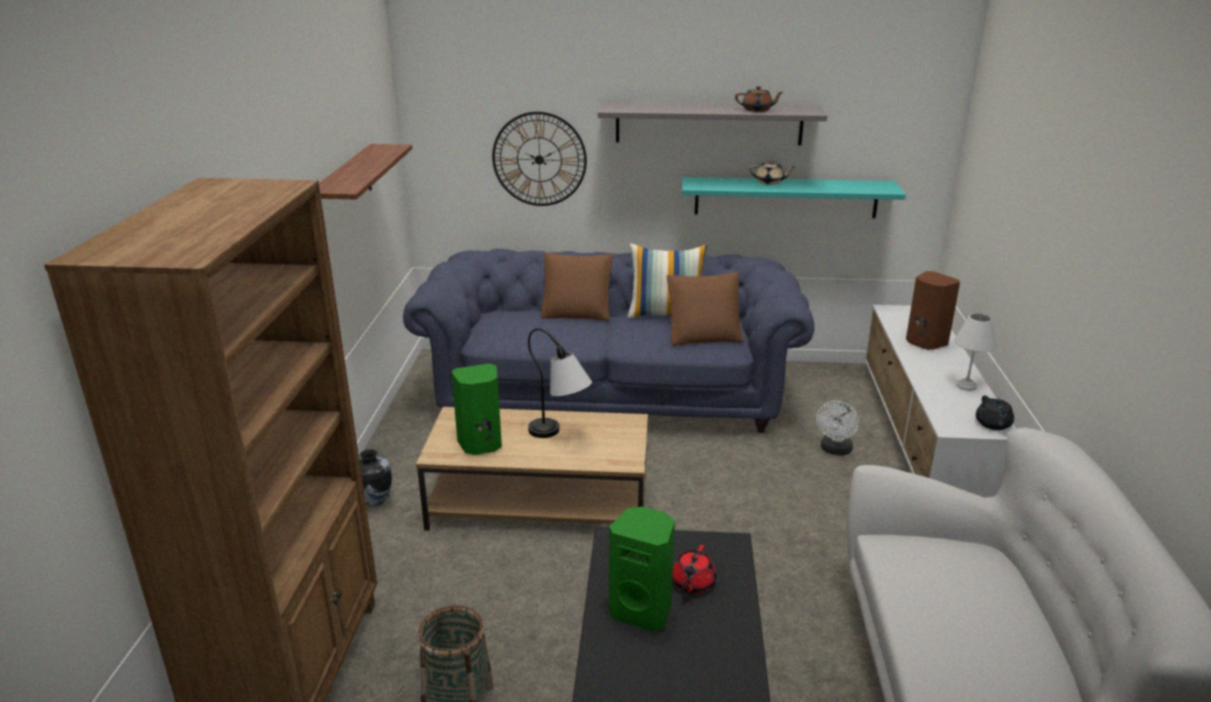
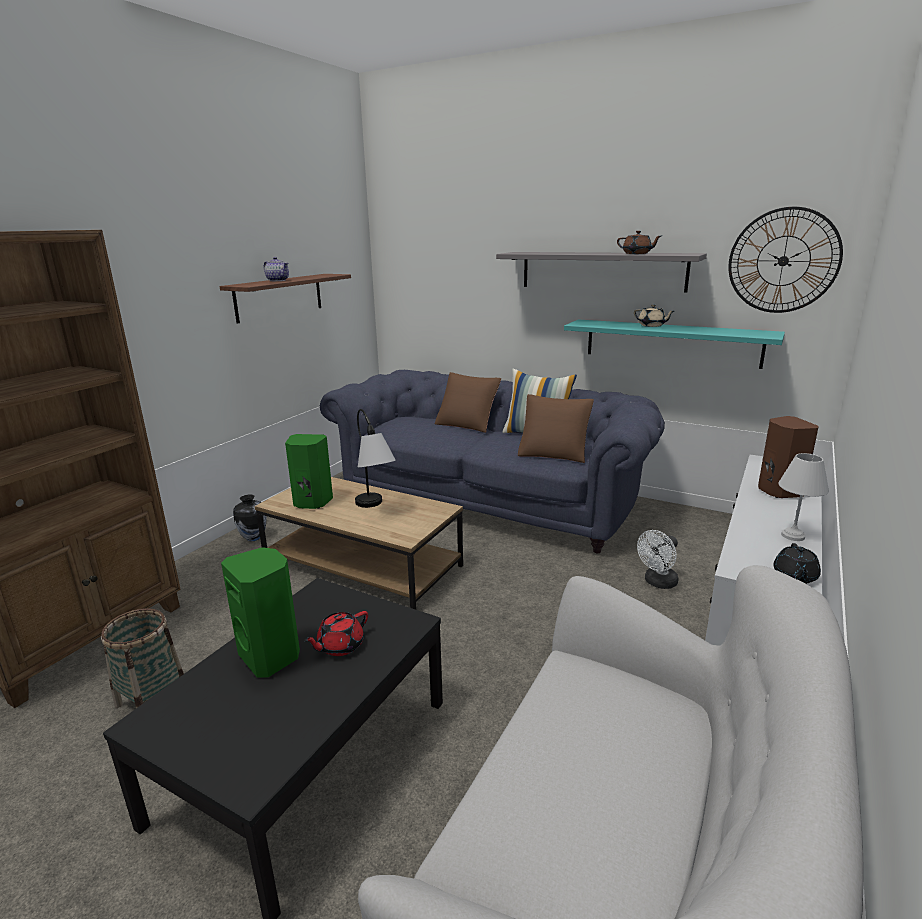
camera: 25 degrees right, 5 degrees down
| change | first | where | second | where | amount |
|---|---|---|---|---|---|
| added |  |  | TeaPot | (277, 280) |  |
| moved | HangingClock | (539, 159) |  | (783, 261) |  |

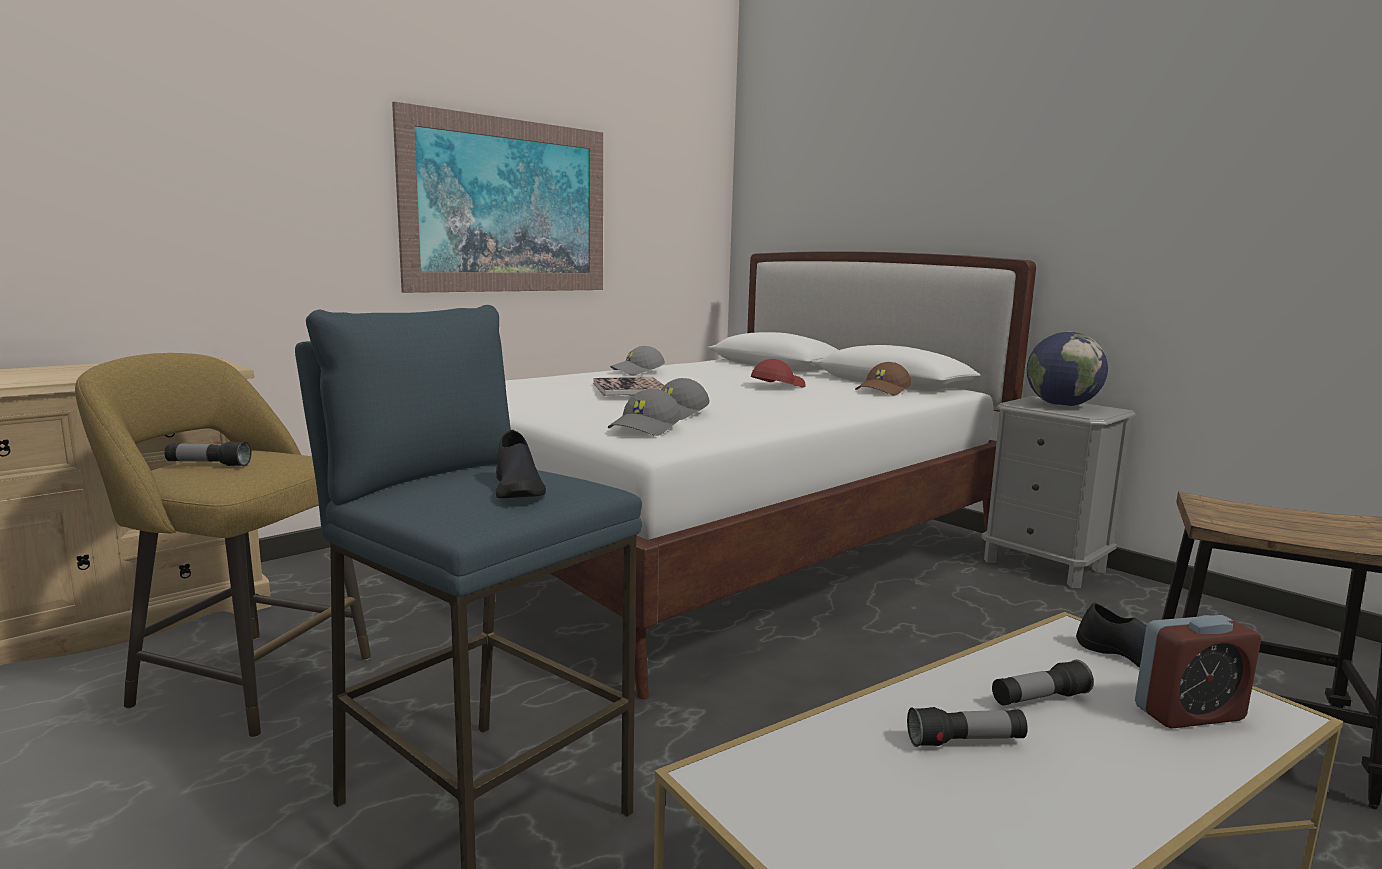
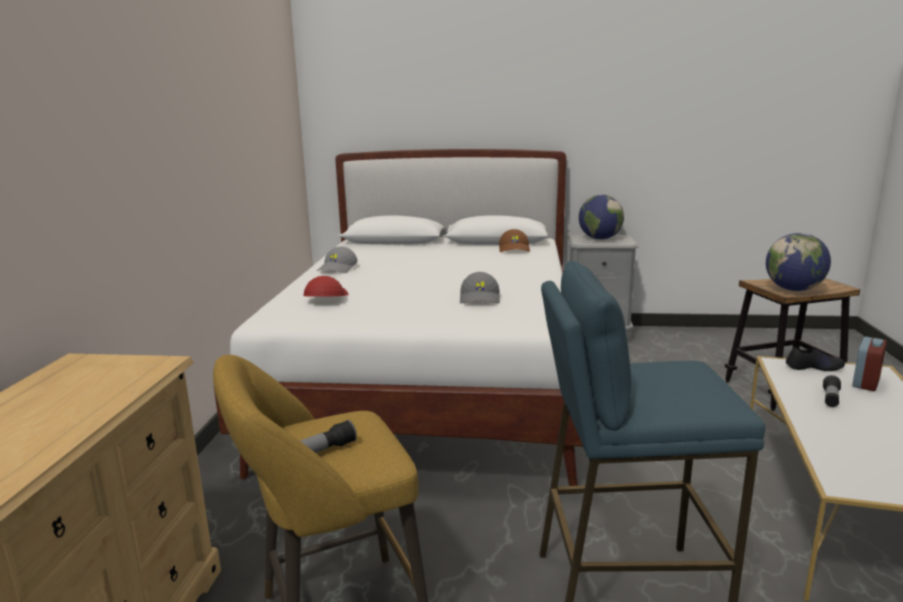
camera: 40 degrees left, 5 degrees up
| change | first | where | second | where | amount |
|---|---|---|---|---|---|
| moved | RedCap | (777, 386) |  | (325, 298) |  |
| added |  |  | WorldGlobe | (793, 289) |  |
| removed | WallArt | (508, 206) |  |  |  |
| removed | BlackShoe | (518, 488) |  |  |  |
| removed | Book | (630, 388) |  |  |  |
| removed | GrayCap | (646, 428) |  |  |  |
| removed | Flashlight | (965, 742) |  |  |  |

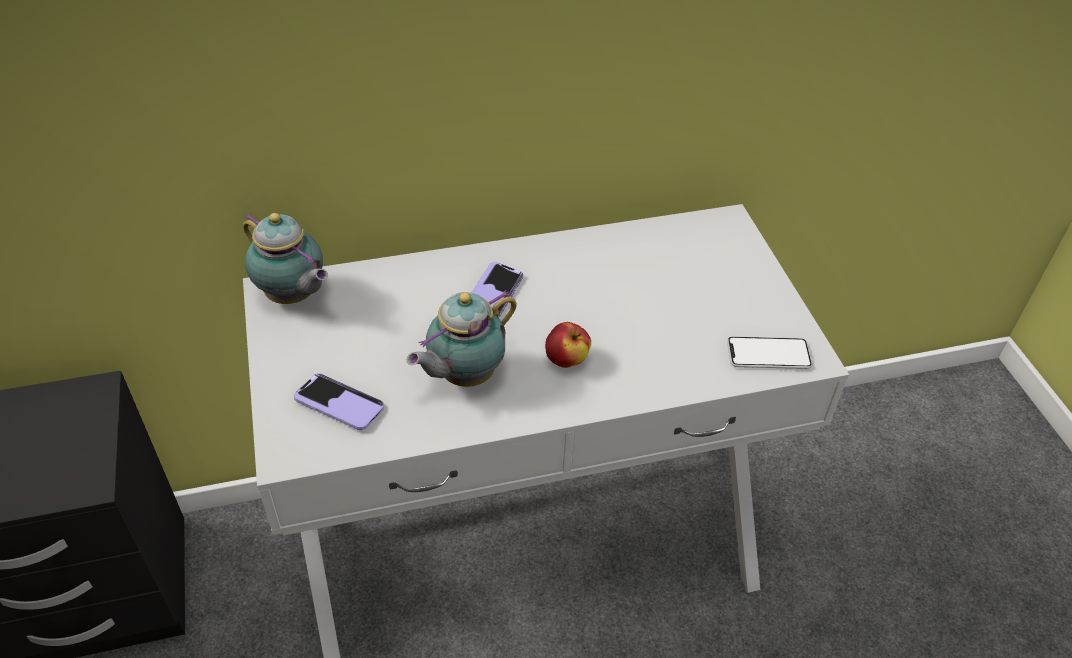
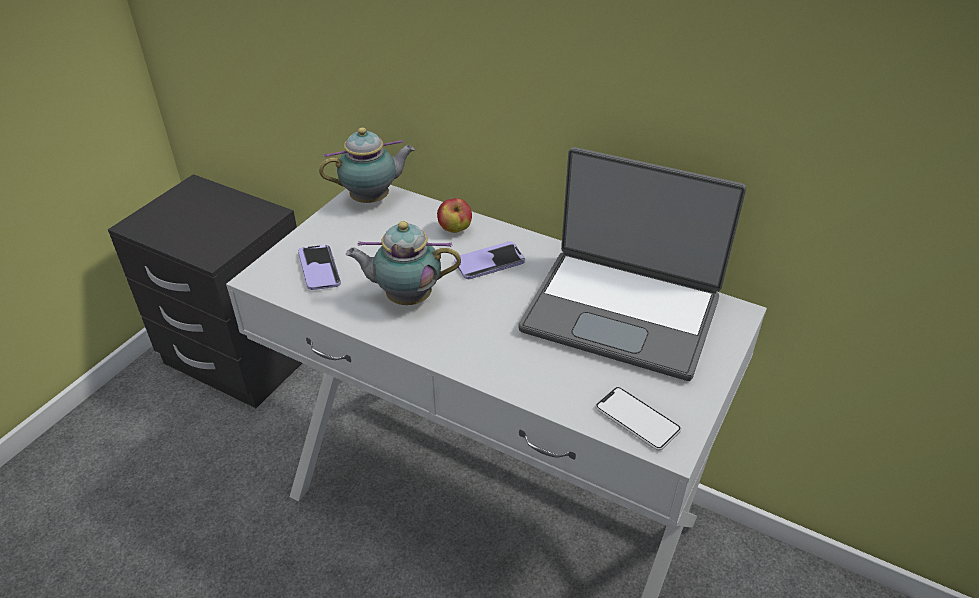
camera: 45 degrees right, 5 degrees down
| change | first | where | second | where | amount |
|---|---|---|---|---|---|
| turned | TeaPot | (293, 297) |  | (373, 199) | 105 degrees counterclockwise |
| moved | Apple | (567, 360) |  | (455, 229) |  |
| added |  |  | PortableComputer | (622, 312) |  |

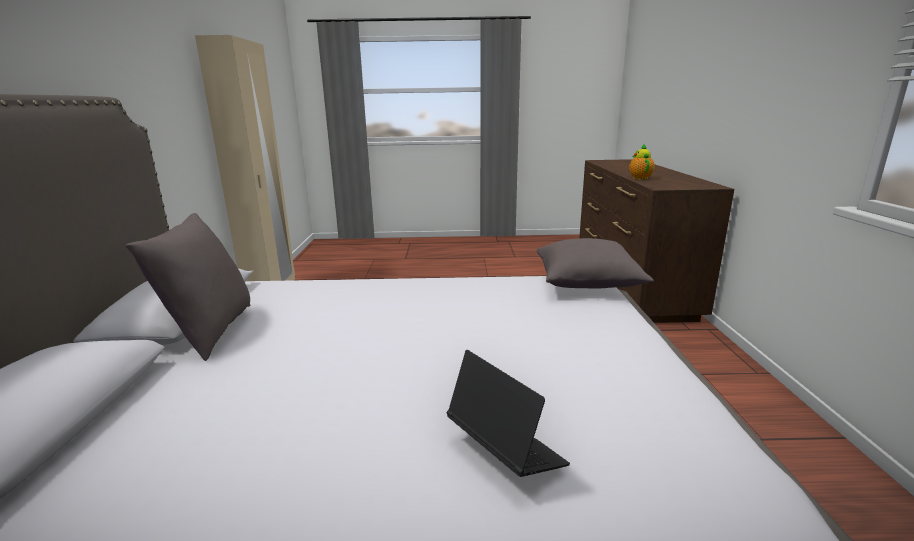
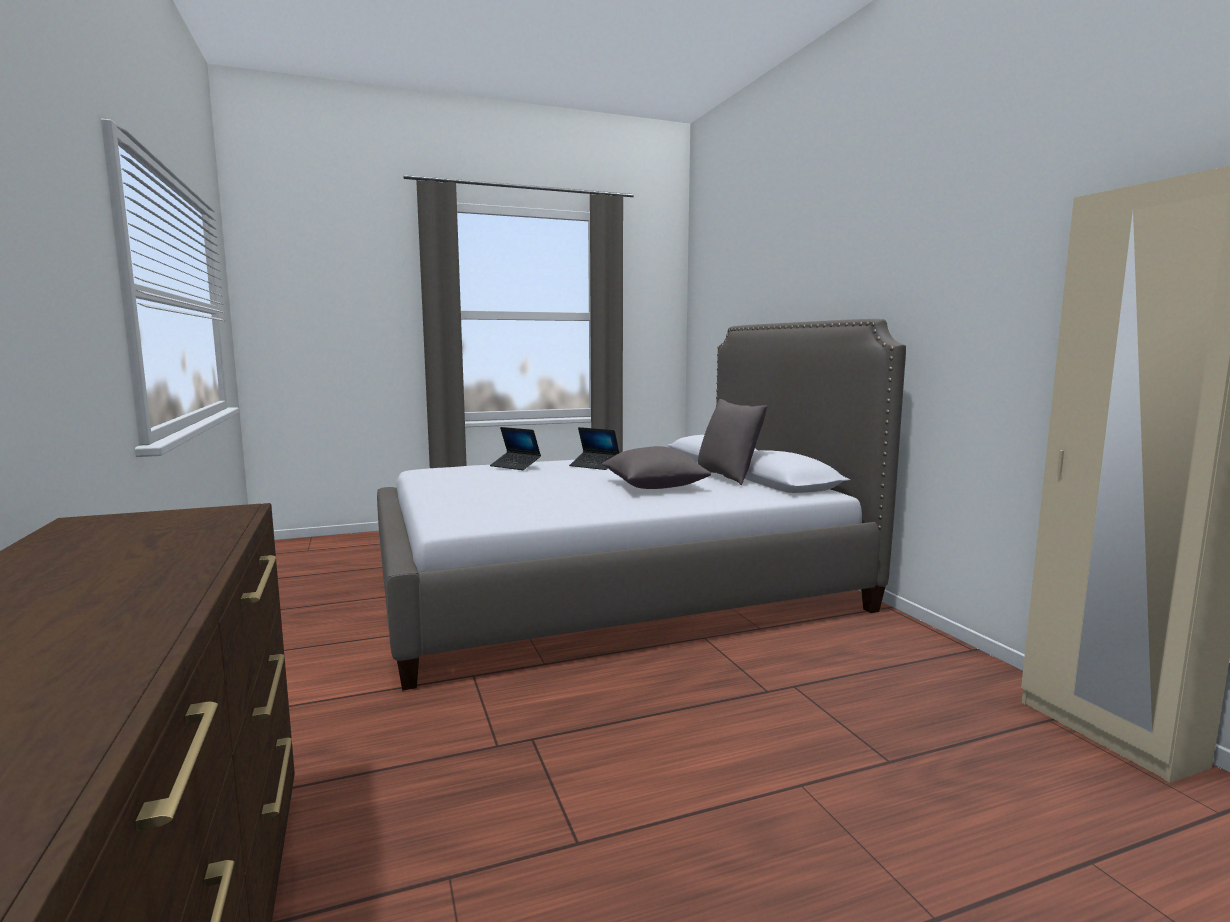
camera: 160 degrees right, 10 degrees down
| change | first | where | second | where | amount |
|---|---|---|---|---|---|
| added |  |  | PortableComputer | (594, 466) |  |
| moved | GrayThrowPillow | (587, 283) |  | (654, 487) |  |
| removed | TeaPot | (639, 178) |  |  |  |

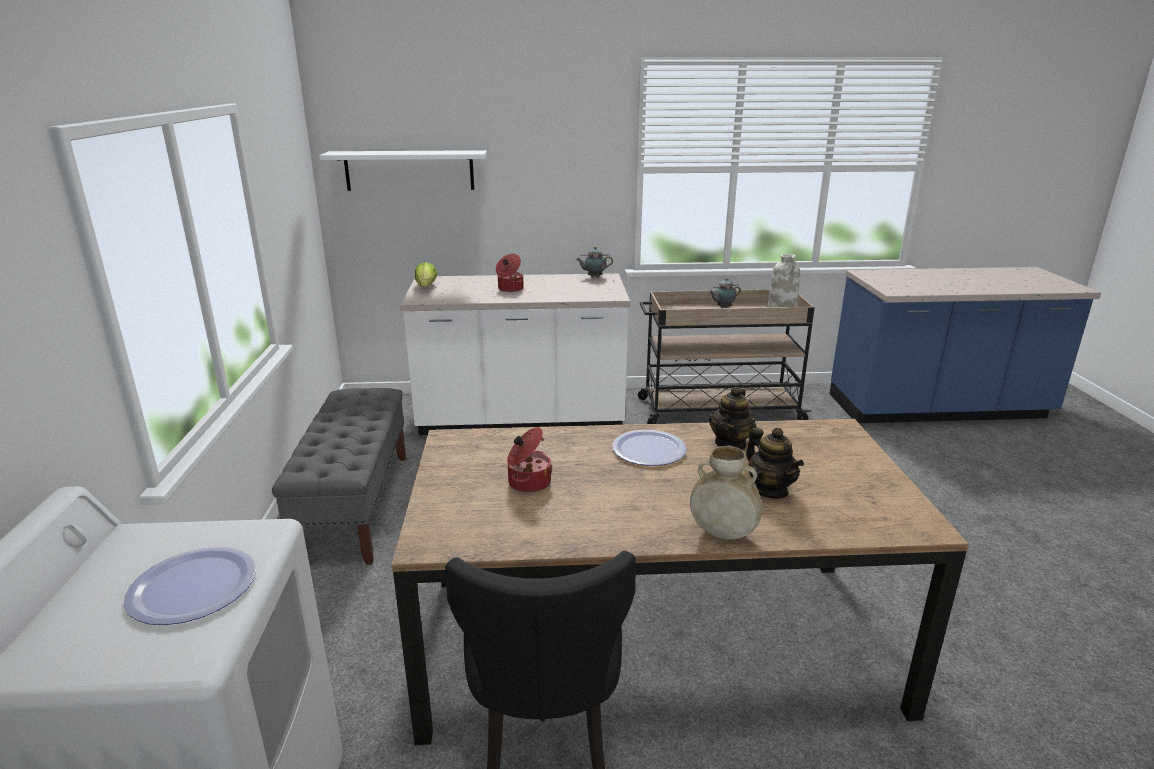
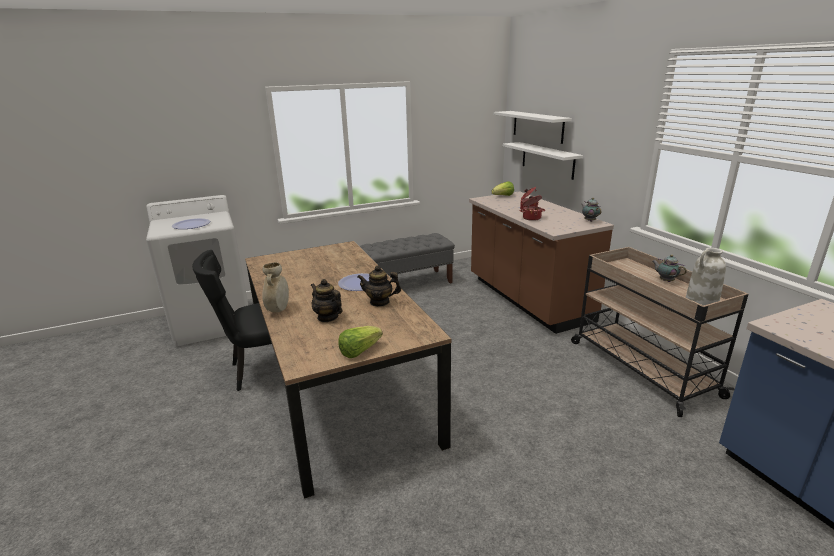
camera: 70 degrees right, 0 degrees up
| change | first | where | second | where | amount |
|---|---|---|---|---|---|
| turned | TeaPot | (770, 490) |  | (327, 317) | 90 degrees clockwise |
| added |  |  | LettuceHead | (359, 351) |  |
| recoloured | WhitishKitchenBaseUnit | (521, 420) | BrownishKitchenBaseUnit | (527, 299) |  |
| added |  |  | WhitishShelf | (547, 160) |  |
| moved | Stockpot | (528, 482) |  | (531, 218) |  |

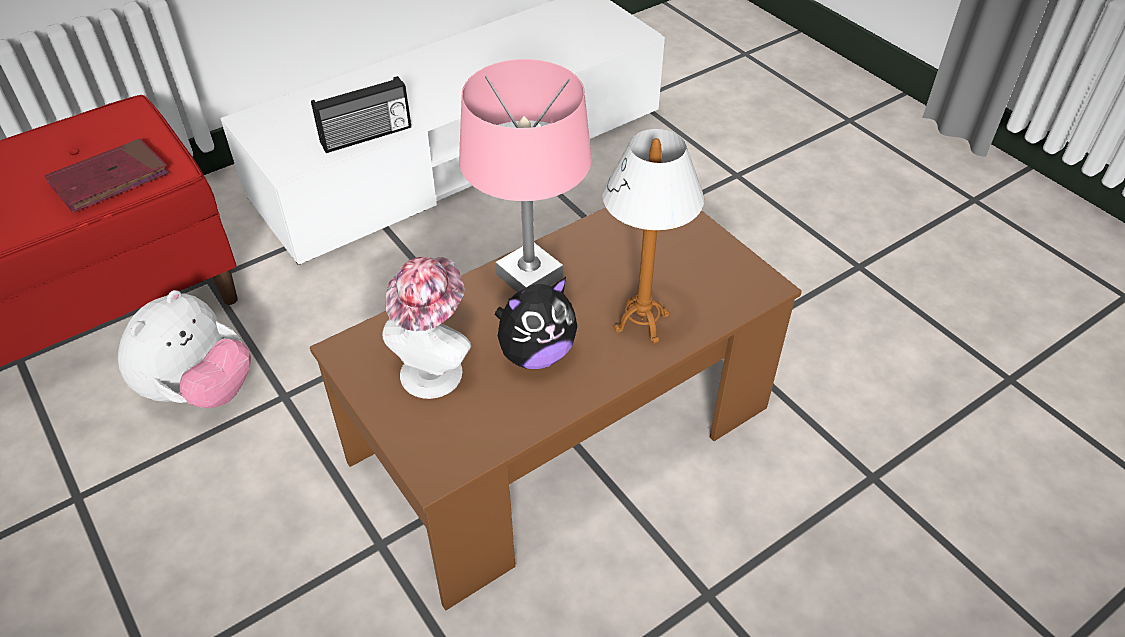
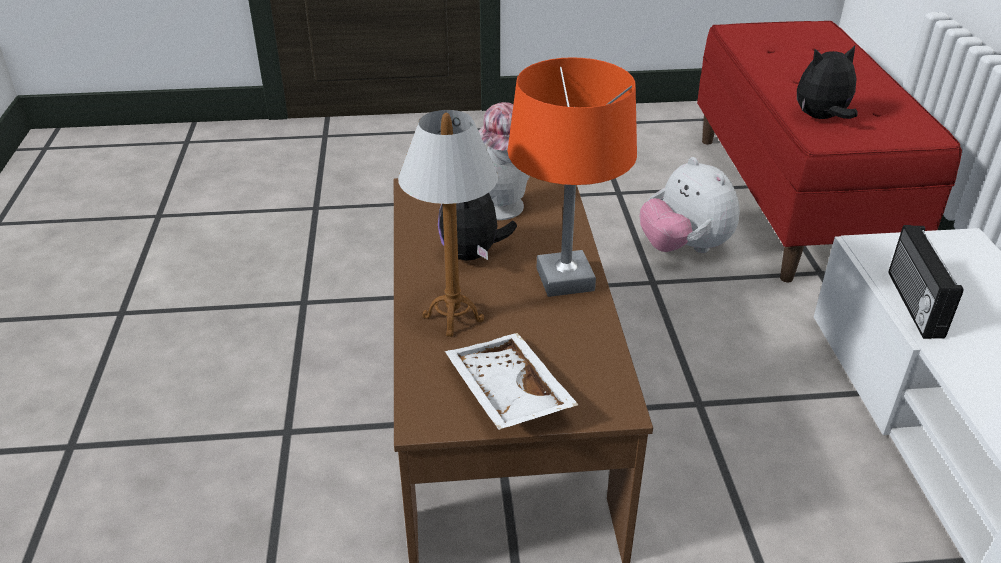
camera: 120 degrees right, 10 degrees down
| change | first | where | second | where | amount |
|---|---|---|---|---|---|
| added |  |  | WhitishCarryingTray | (505, 394) |  |
| recoloured | PinkLampForATable | (528, 275) | OrangeLampForATable | (565, 279) |  |
| replaced | RedBook | (110, 179) | PlushToy | (821, 118) |  |

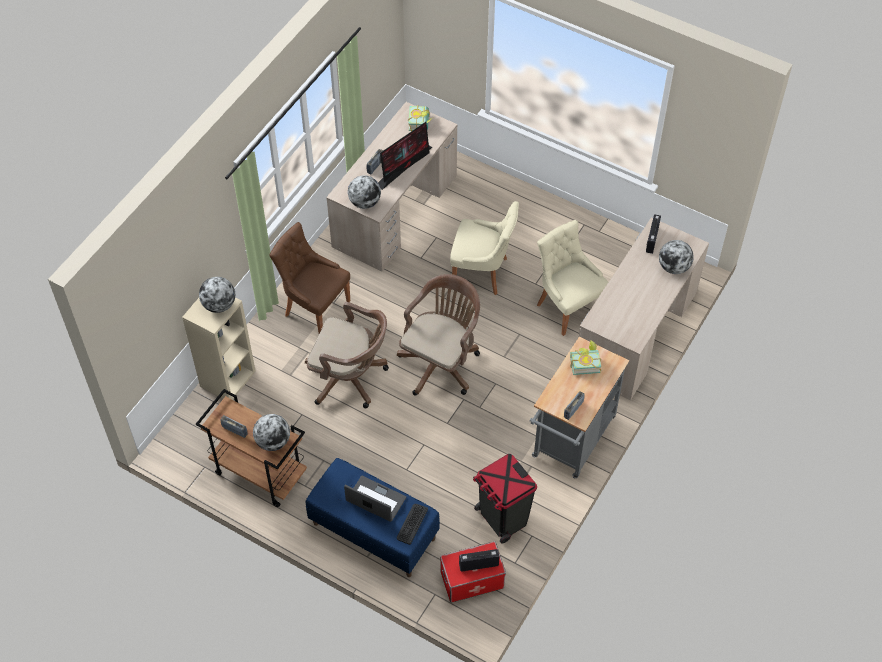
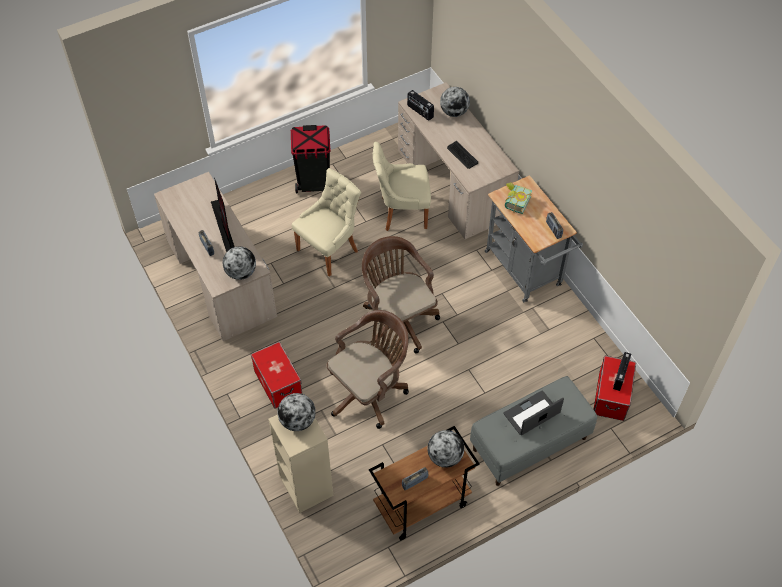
camera: 60 degrees left, 0 degrees up
| change | first | where | second | where | amount |
|---|---|---|---|---|---|
| replaced | BrownishUprightChair | (315, 307) | StorageBox | (278, 383) |  |
| moved | BlackTrashCan | (502, 518) |  | (314, 183) |  |
| moved | ComputerKeyboard | (412, 524) |  | (462, 155) |  |
| recoloured | BlueIndoorBench | (373, 531) | GrayIndoorBench | (529, 444) |  |
| removed | Book | (421, 123) |  |  |  |

